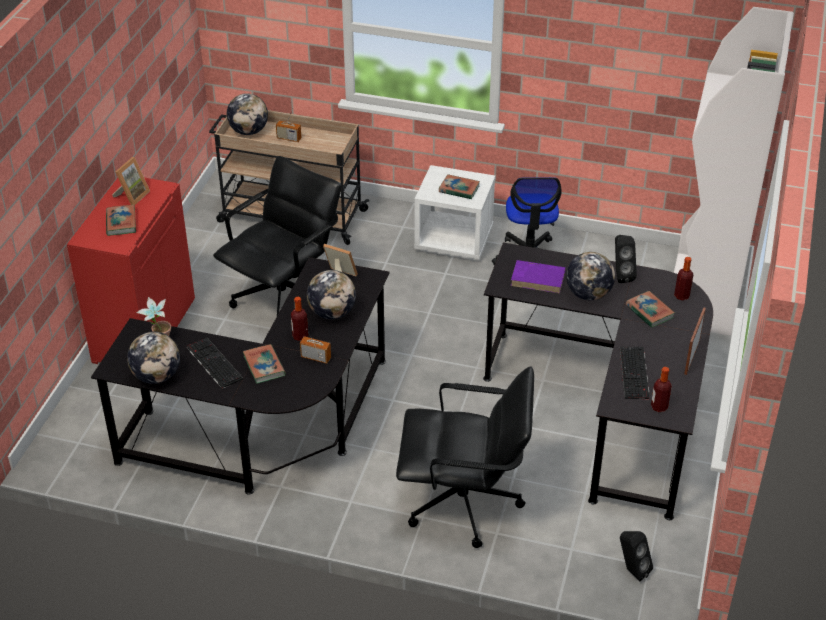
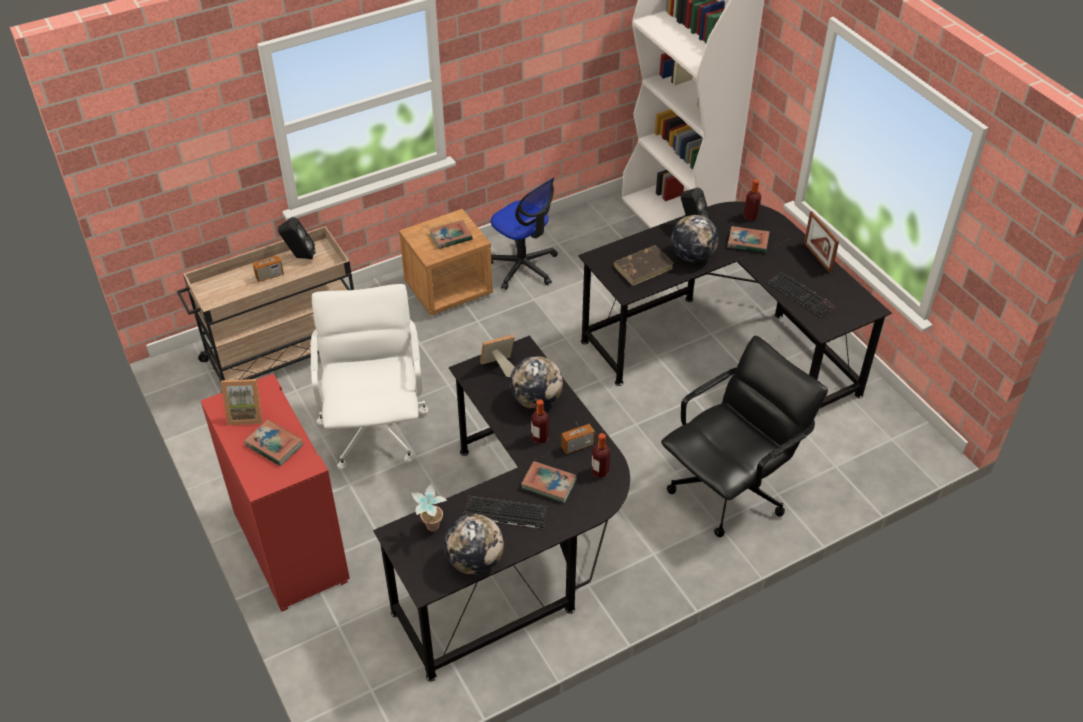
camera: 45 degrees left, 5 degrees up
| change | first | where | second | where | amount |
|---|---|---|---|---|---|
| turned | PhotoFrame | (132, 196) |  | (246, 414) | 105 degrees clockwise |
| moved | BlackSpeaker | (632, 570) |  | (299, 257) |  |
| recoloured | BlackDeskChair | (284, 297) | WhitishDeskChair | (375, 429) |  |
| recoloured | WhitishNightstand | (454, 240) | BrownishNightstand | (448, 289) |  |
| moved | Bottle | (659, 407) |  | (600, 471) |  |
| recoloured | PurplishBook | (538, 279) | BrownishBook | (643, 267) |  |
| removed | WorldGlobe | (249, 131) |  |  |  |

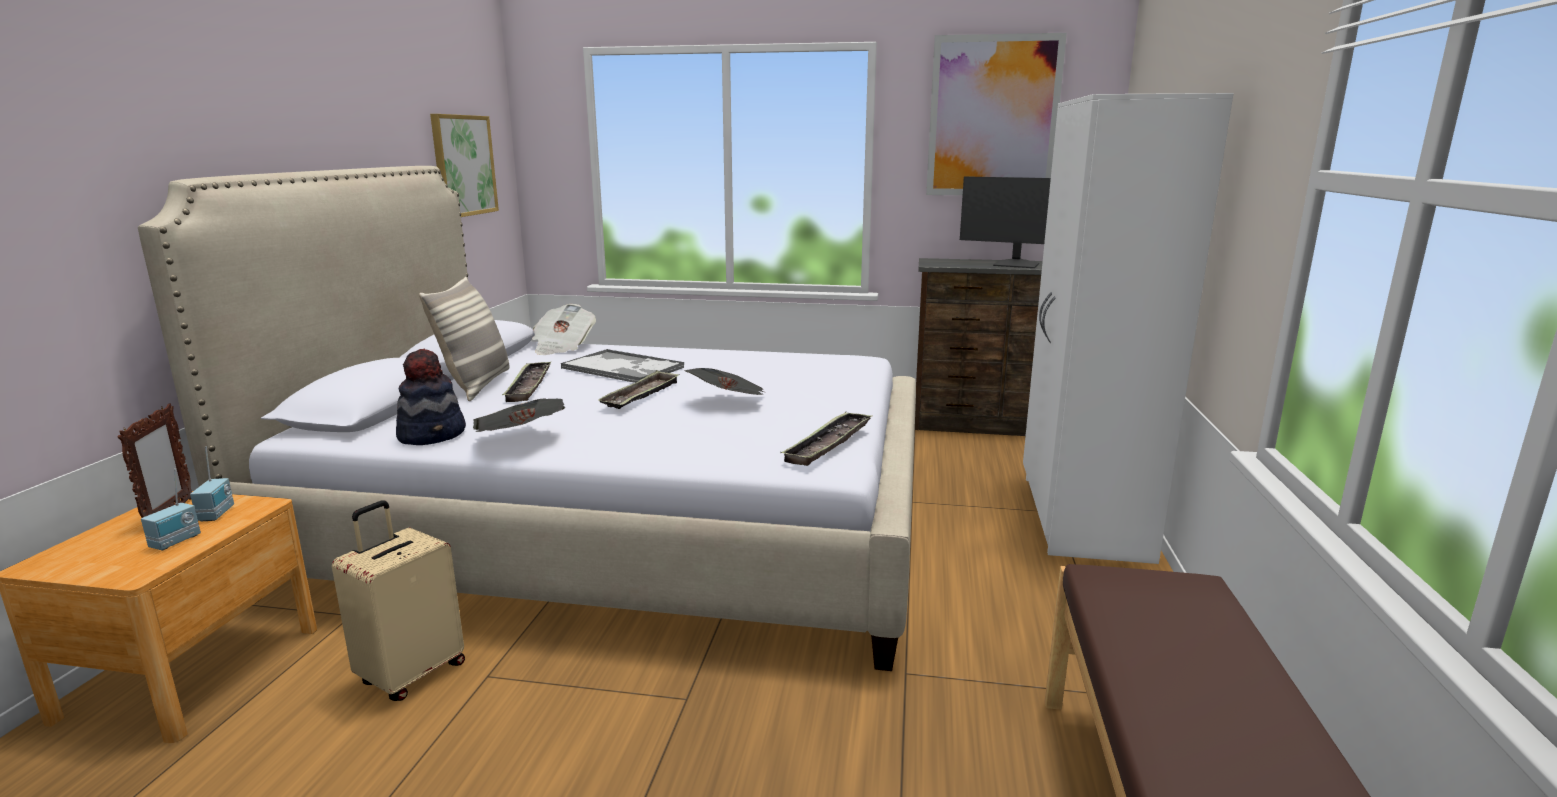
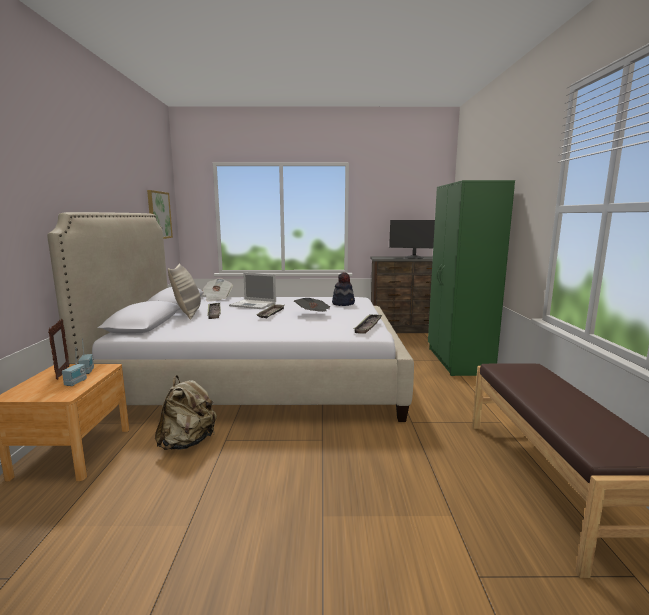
camera: 10 degrees left, 5 degrees down
| change | first | where | second | where | amount |
|---|---|---|---|---|---|
| replaced | SandColouredPieceOfLuggage | (411, 674) | SandColouredRucksack | (188, 442) |  |
| replaced | CarryingTray | (623, 368) | PortableComputer | (254, 304) |  |
| moved | ClothingHat | (433, 435) |  | (343, 303) |  |
| recoloured | WhitishClothesCupboard | (1081, 517) | GreenColouredClothesCupboard | (458, 361) |  |
| removed | PrintedPaper | (521, 440) |  |  |  |
| removed | WallArt | (993, 117) |  |  |  |

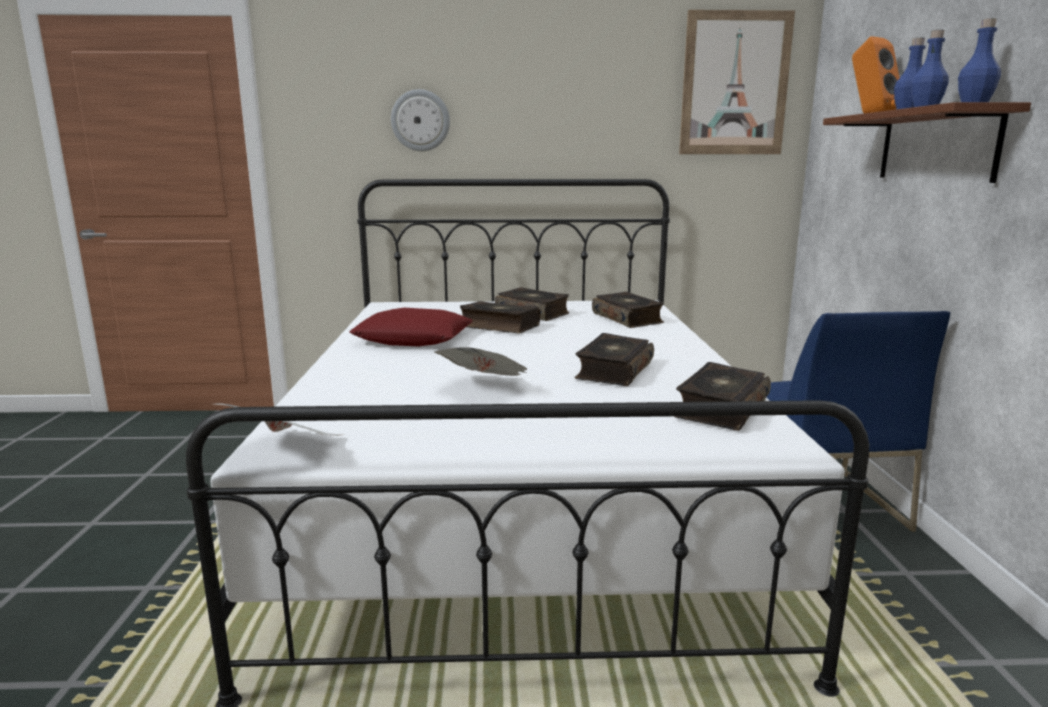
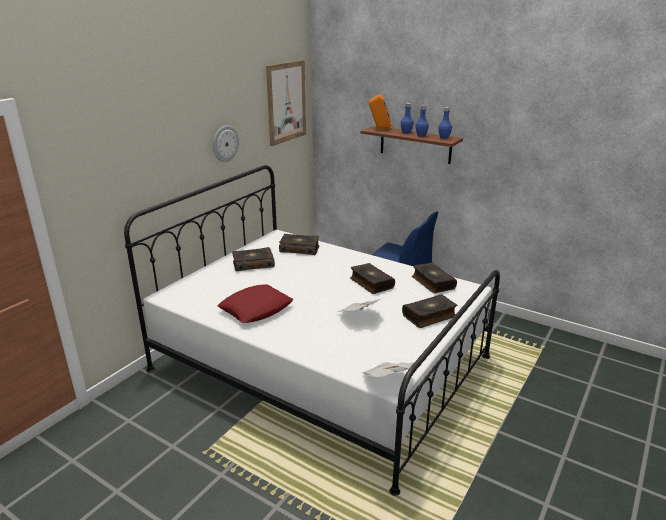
camera: 55 degrees left, 10 degrees up
| change | first | where | second | where | amount |
|---|---|---|---|---|---|
| moved | HangingClock | (420, 120) |  | (225, 143) |  |
| moved | Book | (499, 326) |  | (429, 316) |  |

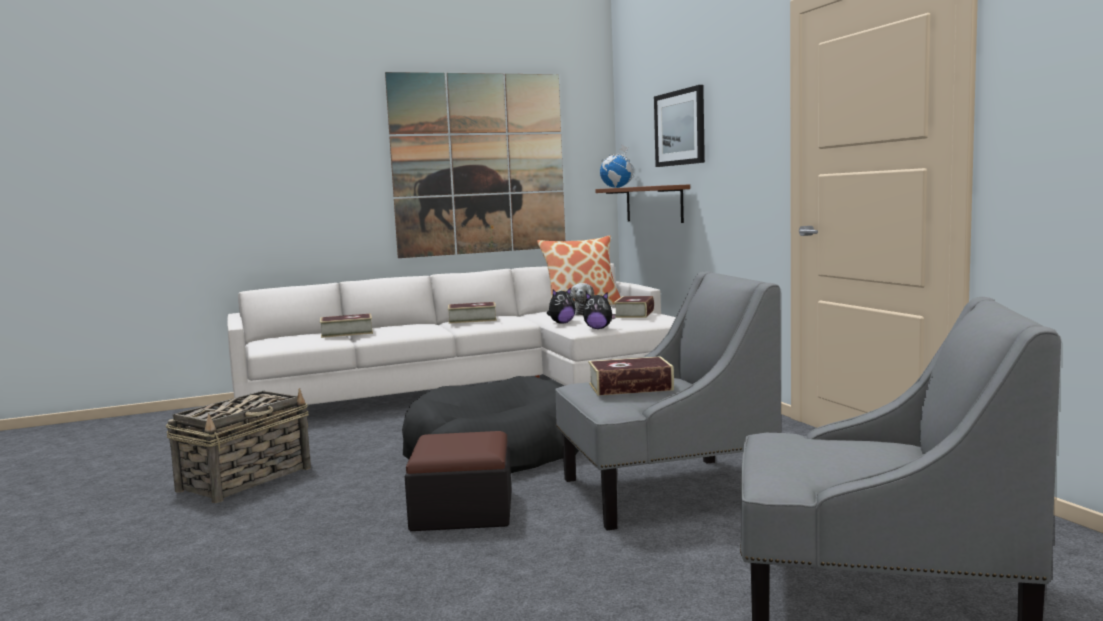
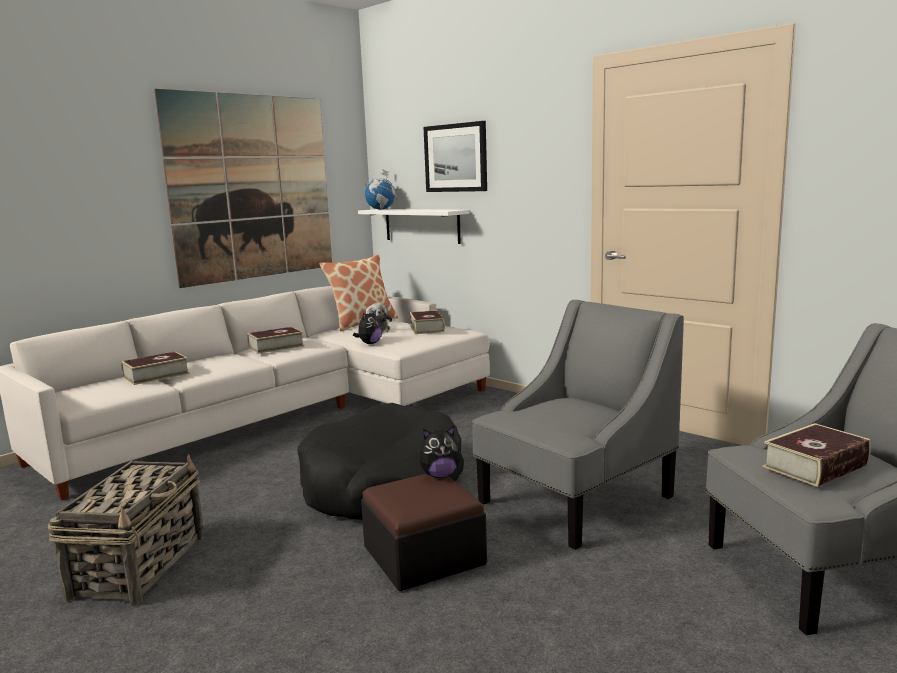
camera: 25 degrees left, 5 degrees up
| change | first | where | second | where | amount |
|---|---|---|---|---|---|
| recoloured | BrownishShelf | (653, 204) | WhitishShelf | (421, 225) |  |
| moved | PlushToy | (598, 328) |  | (440, 475) |  |
| moved | Book | (630, 387) |  | (815, 466) |  |

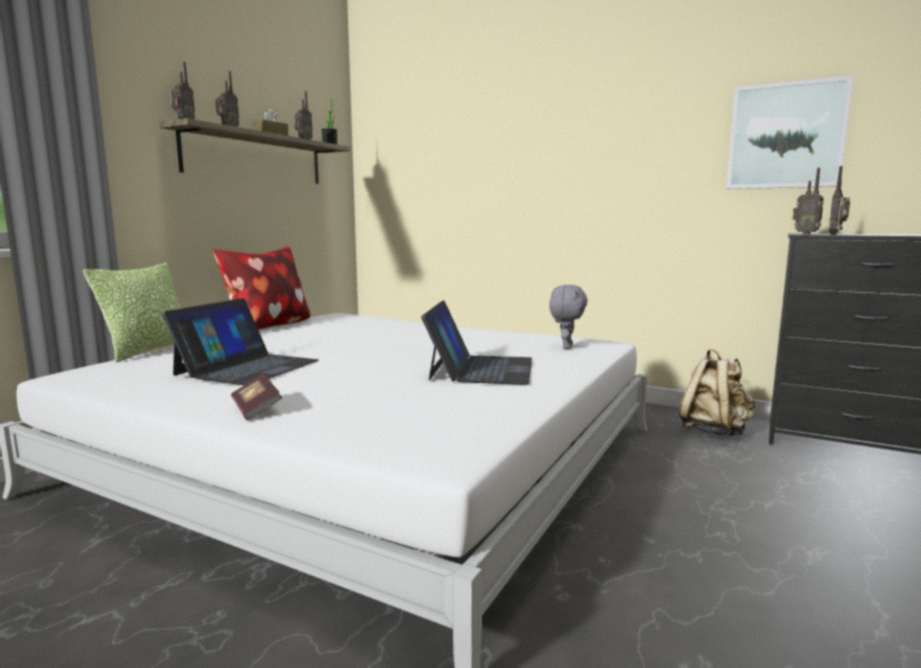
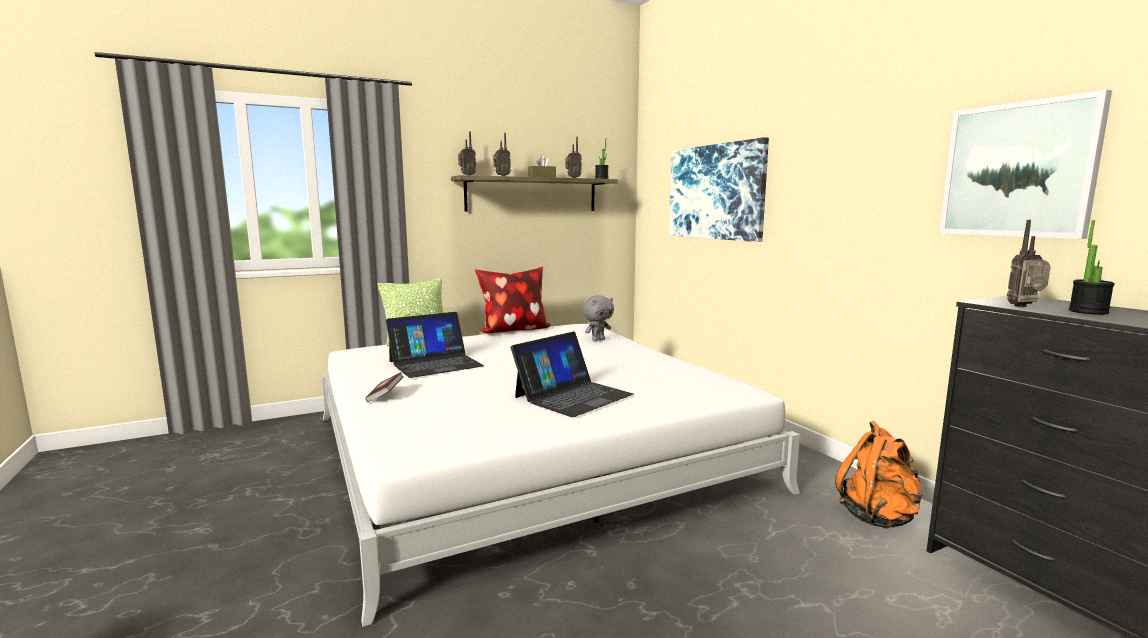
camera: 35 degrees right, 0 degrees up
| change | first | where | second | where | amount |
|---|---|---|---|---|---|
| moved | GrayPlushToy | (566, 347) |  | (598, 340) |  |
| added |  |  | WallArt | (715, 192) |  |
| recoloured | SandColouredRucksack | (714, 431) | OrangeRucksack | (878, 517) |  |
| added |  |  | Houseplant | (1088, 311) |  |
| removed | RadioReceiver | (806, 234) |  |  |  |

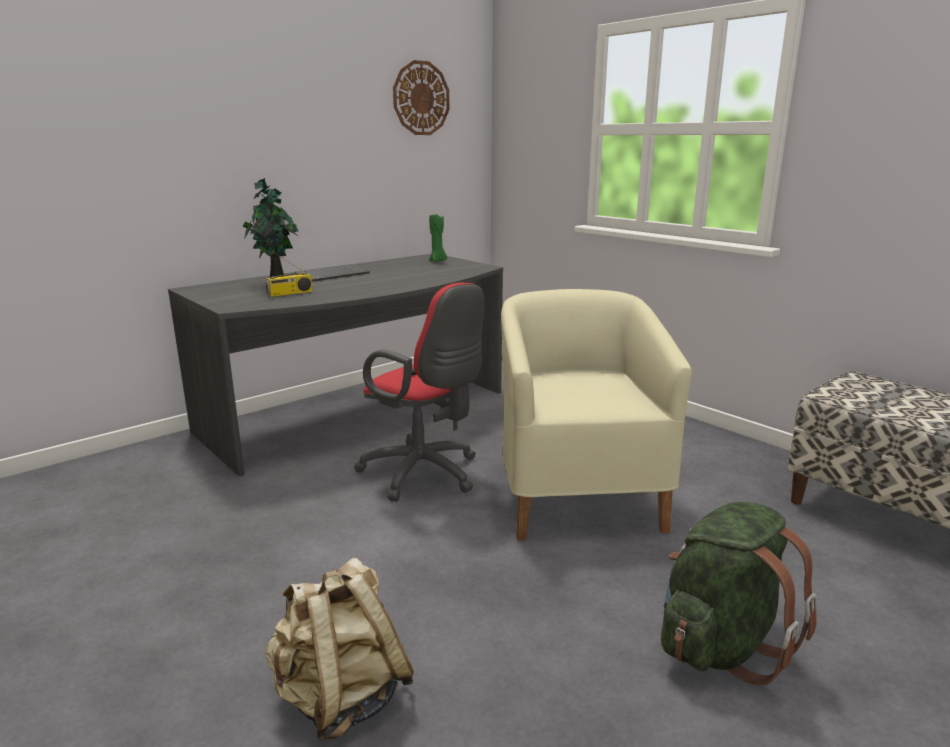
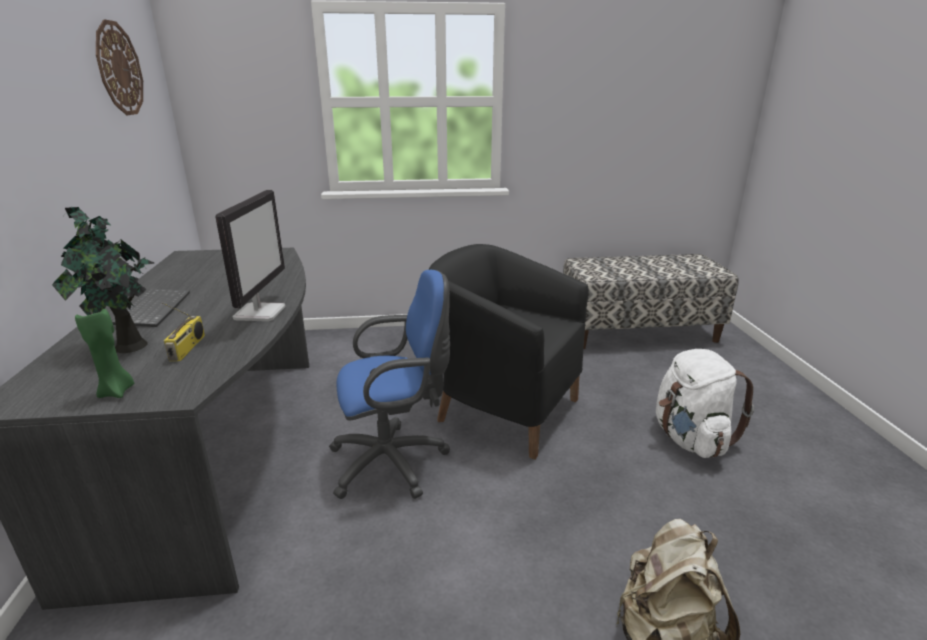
camera: 55 degrees left, 5 degrees up
| change | first | where | second | where | amount |
|---|---|---|---|---|---|
| moved | GreenColouredWaxCandle | (438, 261) |  | (117, 391) |  |
| added |  |  | ComputerScreen | (260, 312) |  |
| recoloured | RedDeskChair | (425, 475) | BlueDeskChair | (395, 462) |  |
| recoloured | SandColouredArmchair | (577, 496) | BlackArmchair | (504, 409) |  |
| recoloured | GreenColouredRucksack | (720, 644) | WhitishRucksack | (690, 439) |  |

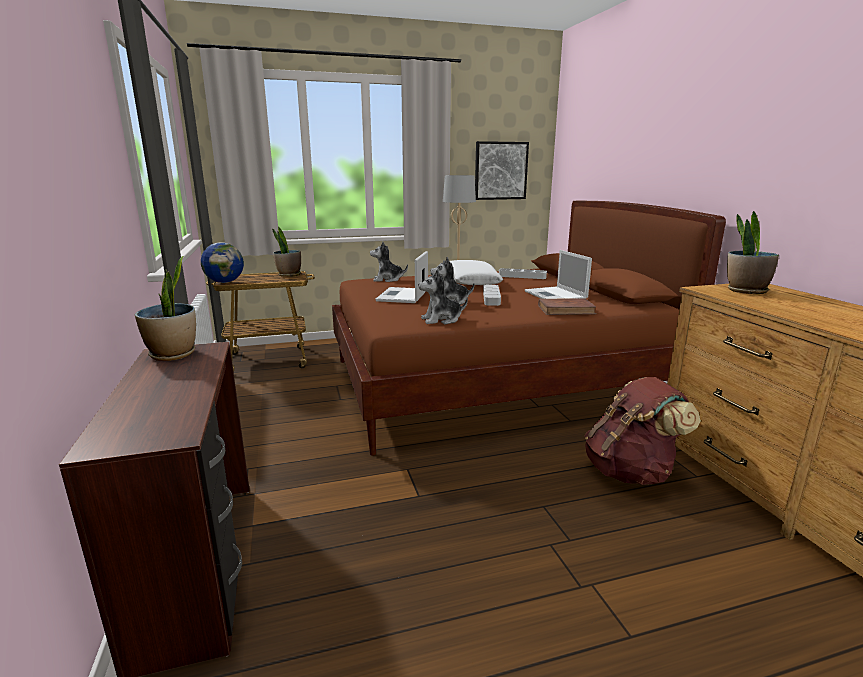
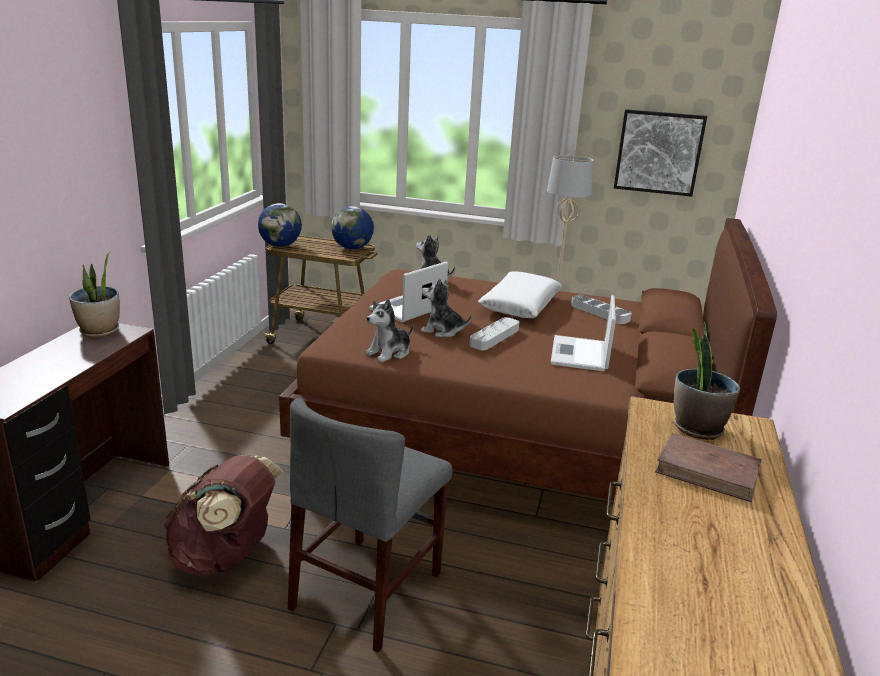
camera: 30 degrees right, 5 degrees up
| change | first | where | second | where | amount |
|---|---|---|---|---|---|
| moved | BrownishRucksack | (630, 471) |  | (225, 557) |  |
| added |  |  | GrayUprightChair | (367, 590) |  |
| replaced | Houseplant | (289, 275) | WorldGlobe | (352, 248) |  |
| turned | PlushToy | (441, 320) |  | (389, 353) | 60 degrees counterclockwise |
| moved | BrownishBook | (566, 310) |  | (708, 471) |  |

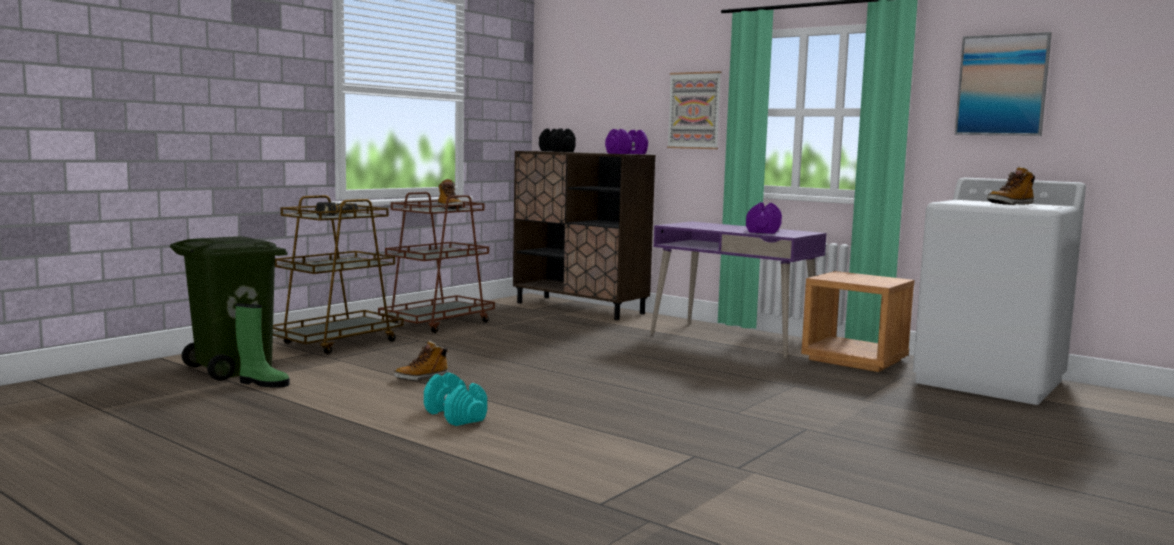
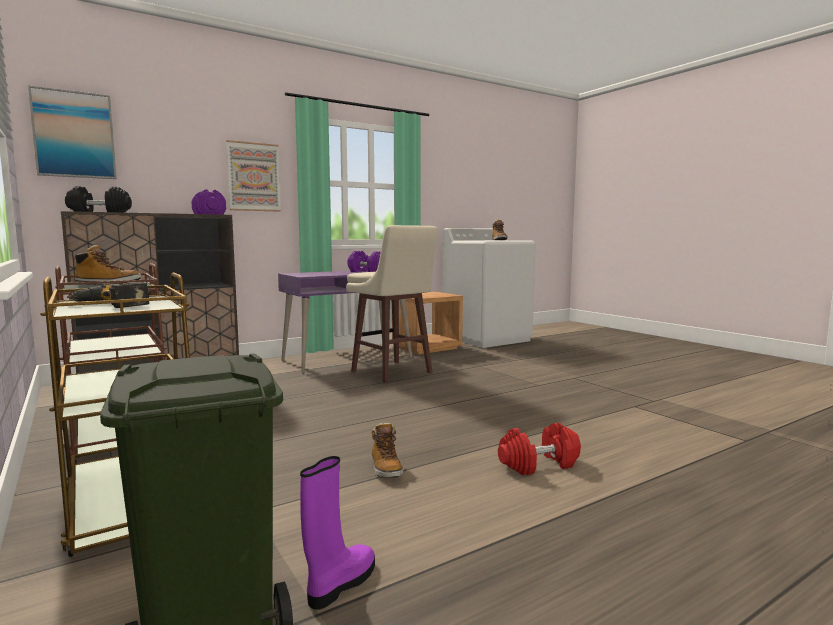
camera: 70 degrees left, 0 degrees up
| change | first | where | second | where | amount |
|---|---|---|---|---|---|
| moved | WallArt | (1002, 85) |  | (74, 135) |  |
| recoloured | GreenColouredTallBoot | (262, 383) | PurplishTallBoot | (340, 584) |  |
| added |  |  | SandColouredSittingStool | (392, 372) |  |
| recoloured | TurquoiseColouredHandWeight | (456, 416) | RedHandWeight | (539, 464) |  |

